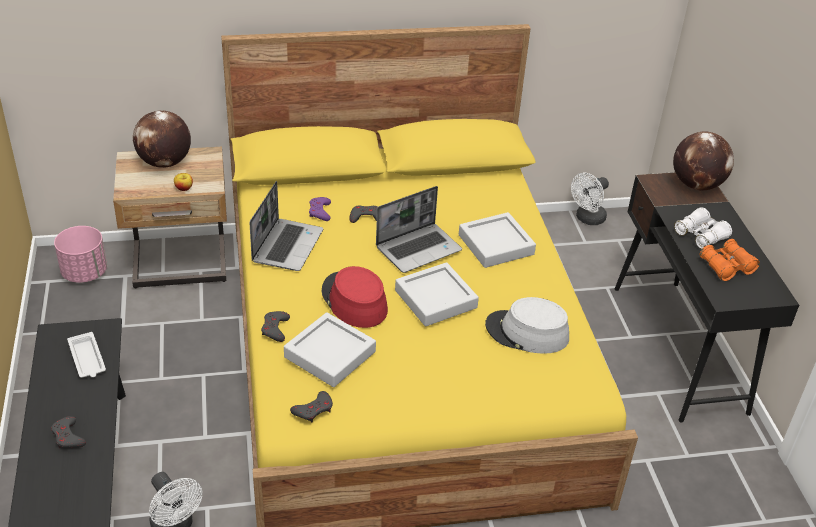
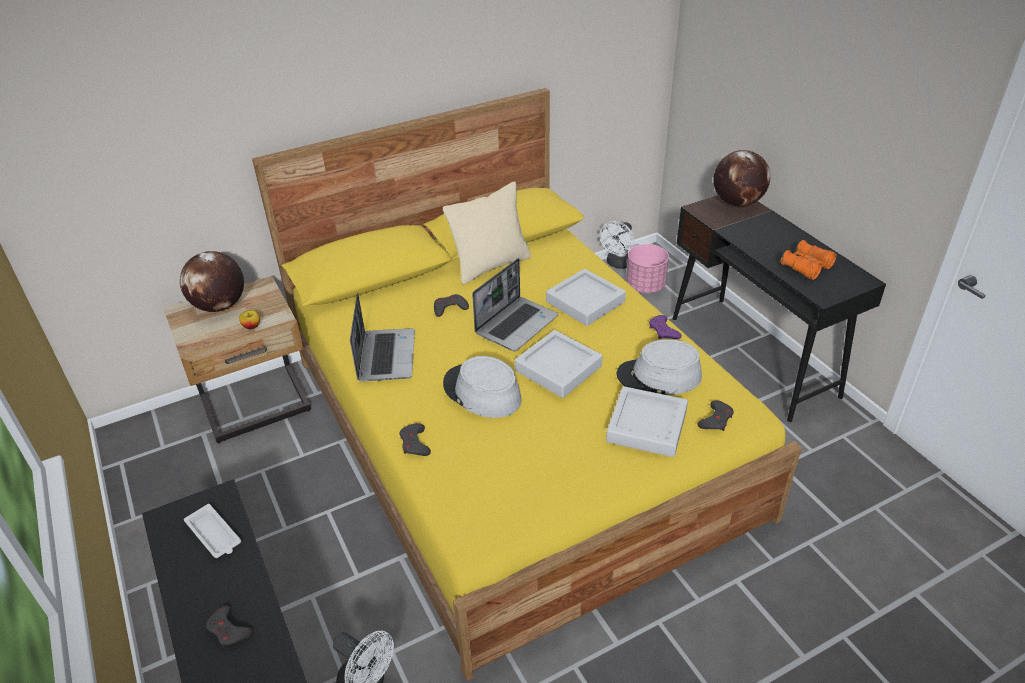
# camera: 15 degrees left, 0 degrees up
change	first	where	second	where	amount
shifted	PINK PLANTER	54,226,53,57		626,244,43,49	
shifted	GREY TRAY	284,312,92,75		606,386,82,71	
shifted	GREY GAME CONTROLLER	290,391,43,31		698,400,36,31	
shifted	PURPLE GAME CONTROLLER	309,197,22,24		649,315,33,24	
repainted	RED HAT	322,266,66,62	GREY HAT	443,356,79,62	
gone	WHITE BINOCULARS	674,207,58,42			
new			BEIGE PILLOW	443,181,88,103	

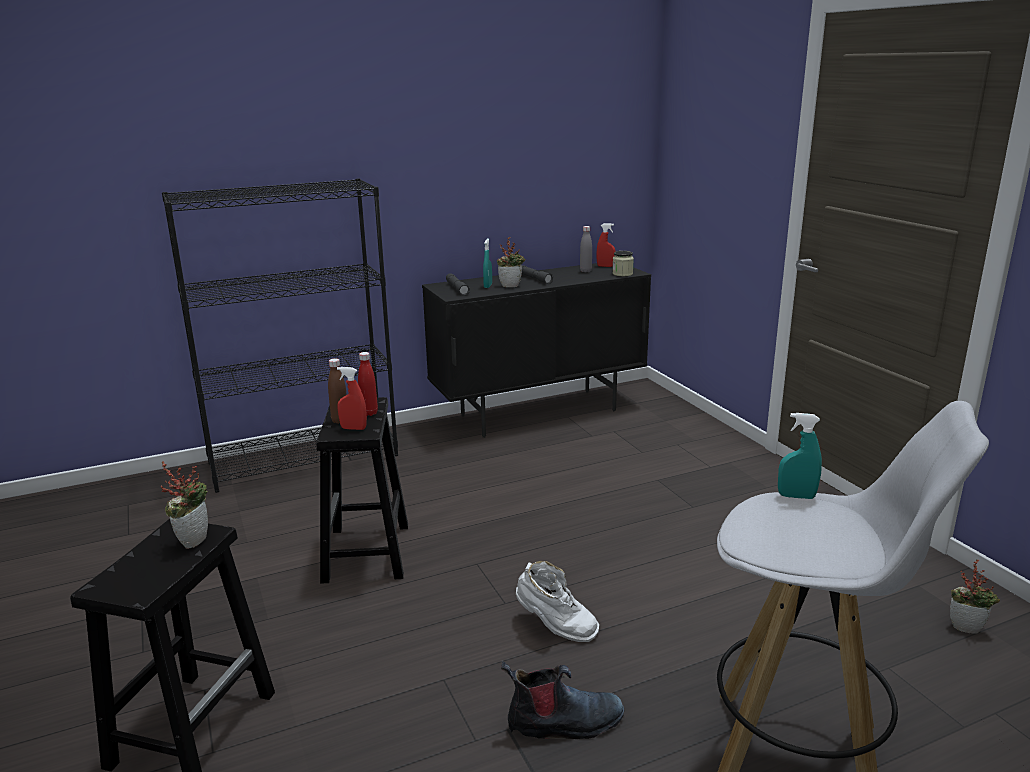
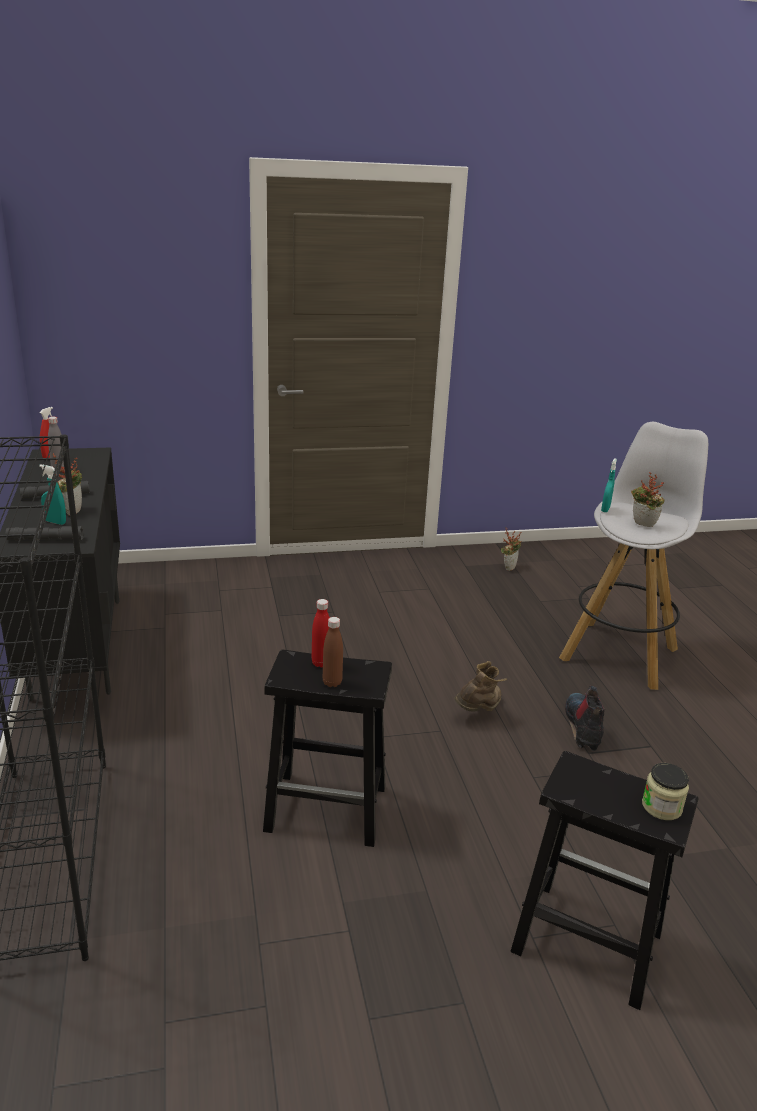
# camera: 80 degrees left, 5 degrees up
change	first	where	second	where	amount
shifted	POTTED PLANT	161,461,47,88		631,472,34,55	
gone	RED SPRAY BOTTLE	337,367,30,63			
repainted	WHITE BOOT	516,561,83,81	BROWN BOOT	454,661,53,50	
shifted	JAR	612,251,22,25		642,763,47,57	

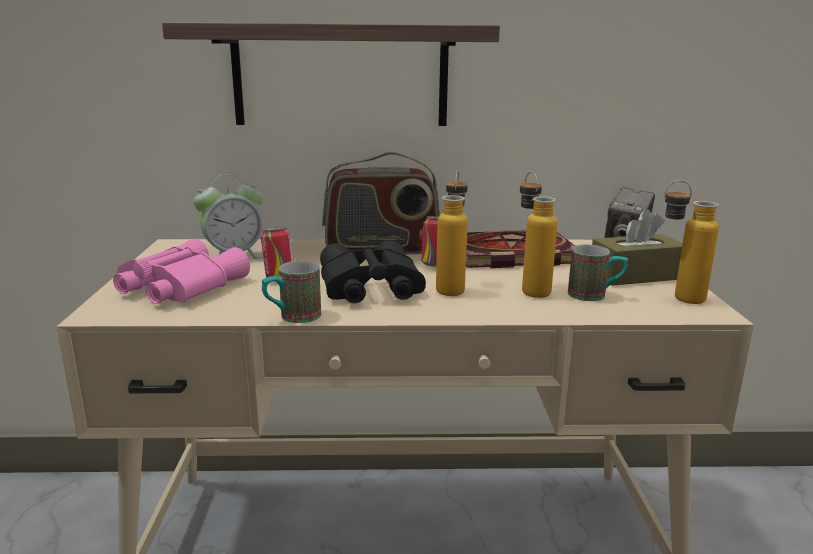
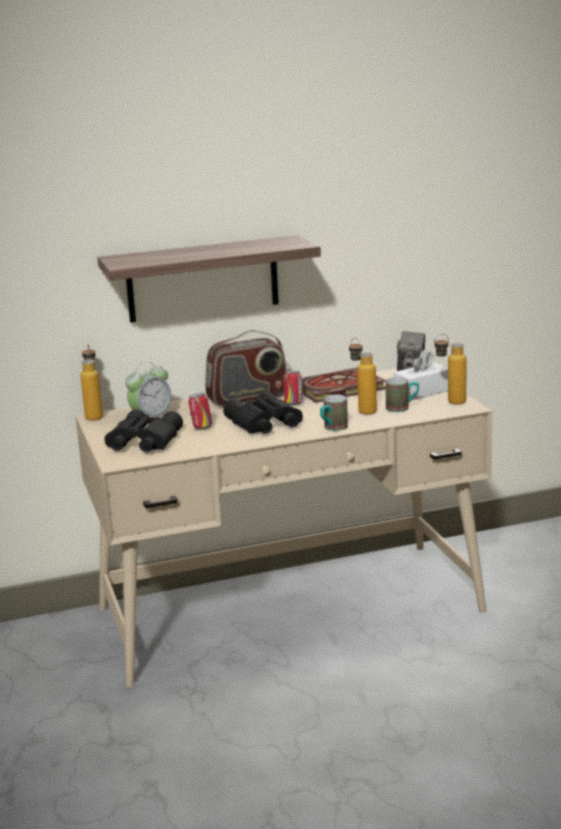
# camera: 15 degrees left, 0 degrees up
change	first	where	second	where	amount
repainted	PINK BINOCULARS	113,239,137,65	BLACK BINOCULARS	105,409,78,43	
shifted	MUG	262,261,59,62		320,395,28,36	
shifted	BOTTLE	436,170,32,126		80,344,23,77	
repainted	BROWN TISSUE BOX	592,209,91,77	WHITE TISSUE BOX	393,350,55,51	

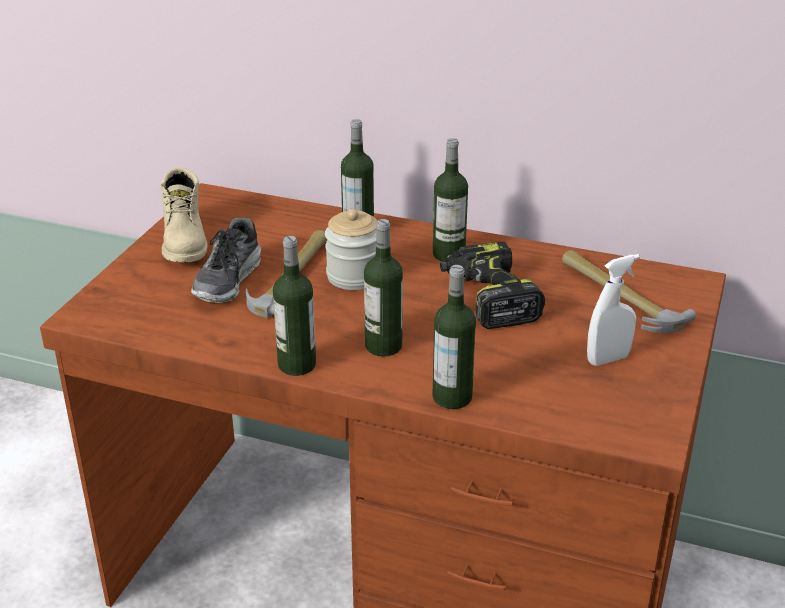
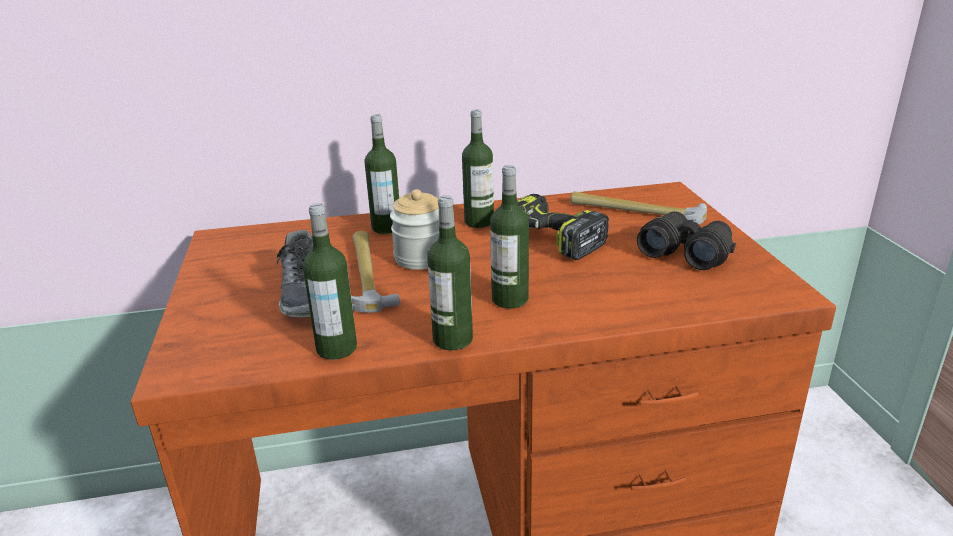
# camera: 30 degrees left, 5 degrees down
change	first	where	second	where	amount
gone	BEIGE BOOT	160,168,47,94			
shifted	BOTTLE	432,265,44,144		303,203,54,157	
swapped	WHITE SPRAY BOTTLE	587,254,53,112	BLACK BINOCULARS	637,211,99,59	

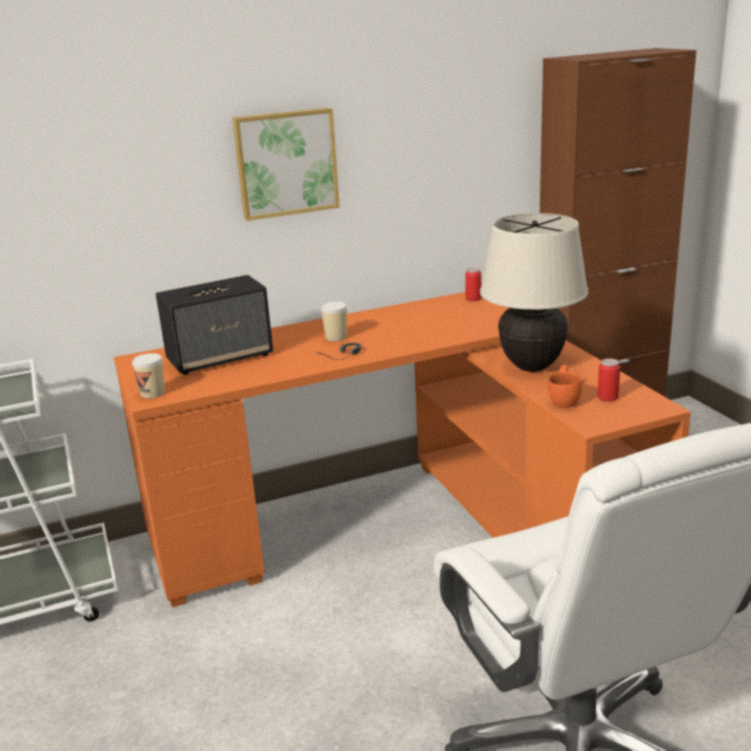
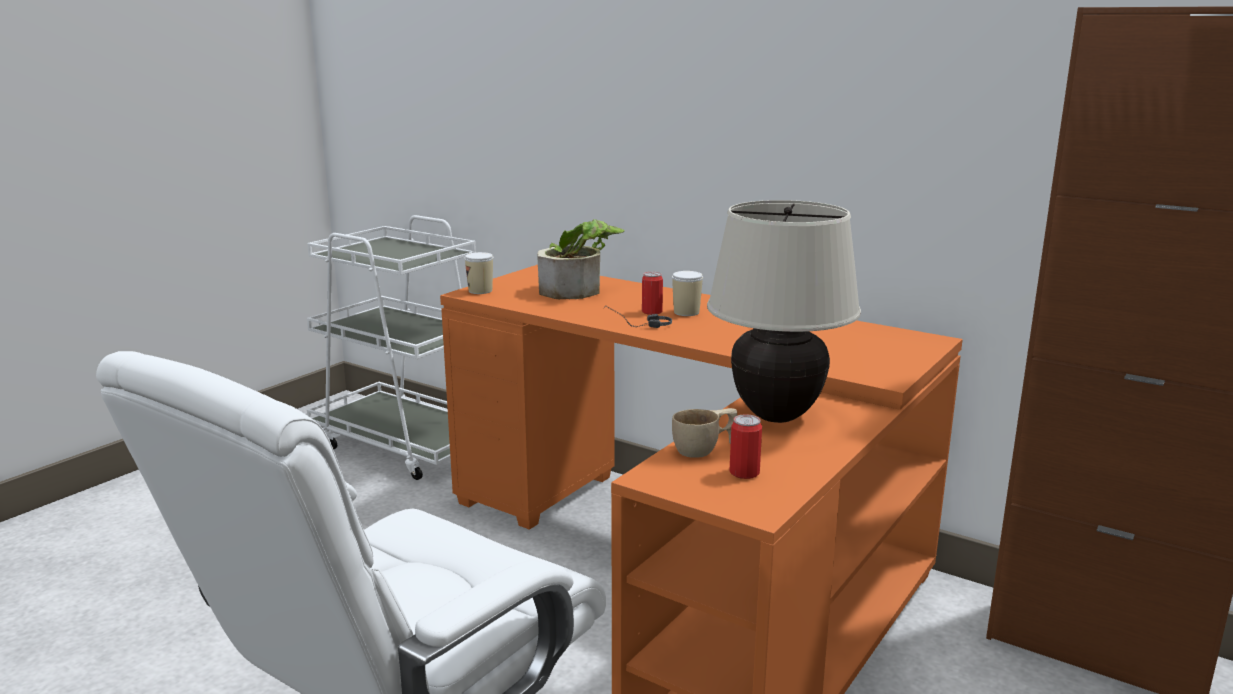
# camera: 55 degrees right, 5 degrees down
change	first	where	second	where	amount
swapped	SPEAKER	156,275,117,100	POTTED PLANT	537,219,88,80	
gone	PICTURE	232,108,108,113			
shifted	CAN	465,268,16,33		642,272,21,43	
repainted	ORANGE CUP	548,365,34,43	BEIGE CUP	672,408,65,50	

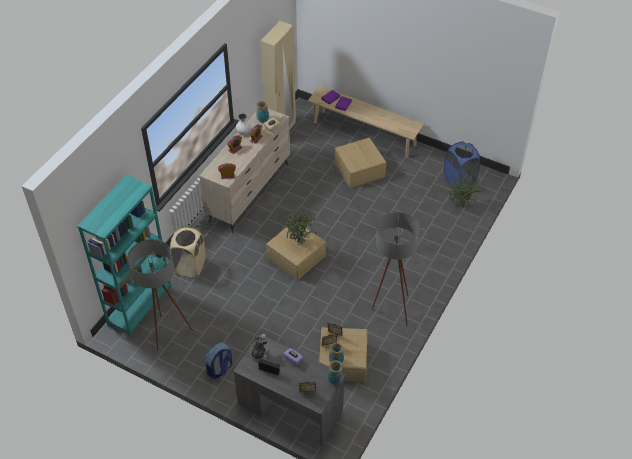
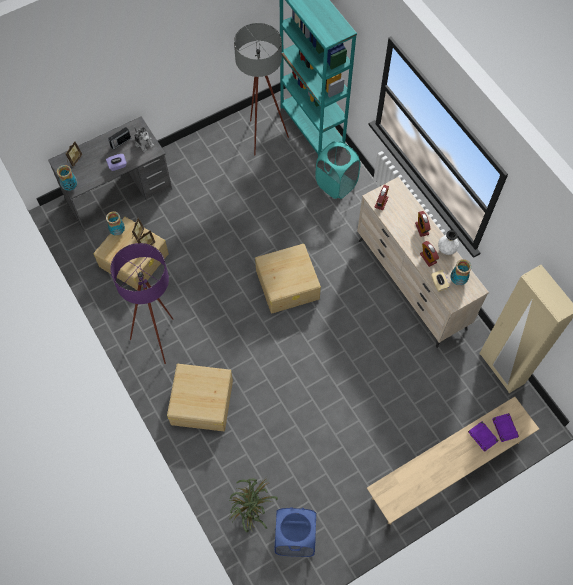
# camera: 120 degrees right, 15 degrees up
change	first	where	second	where	amount
repainted	BEIGE LAUNDRY BASKET	170,227,36,51	TURQUOISE LAUNDRY BASKET	315,141,45,58	
gone	BACKPACK	205,342,27,37			
gone	POTTED PLANT	282,206,35,37			
shifted	BEIGE STORAGE BOX	335,138,51,50		167,364,66,67	
repainted	GREY FLOOR LAMP	372,212,48,114	PURPLE FLOOR LAMP	110,243,64,121	

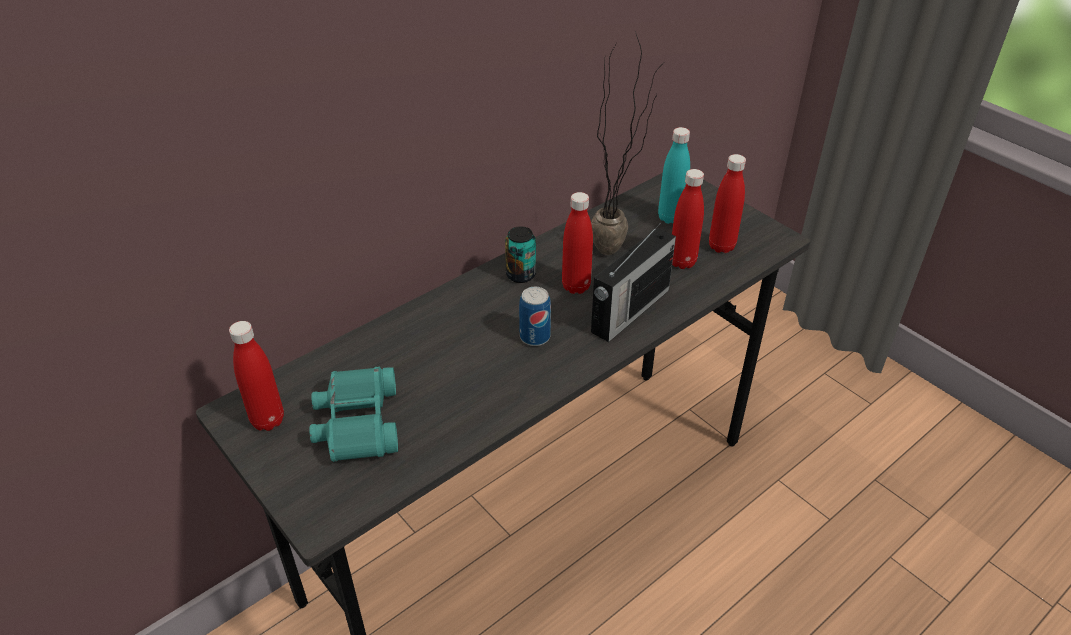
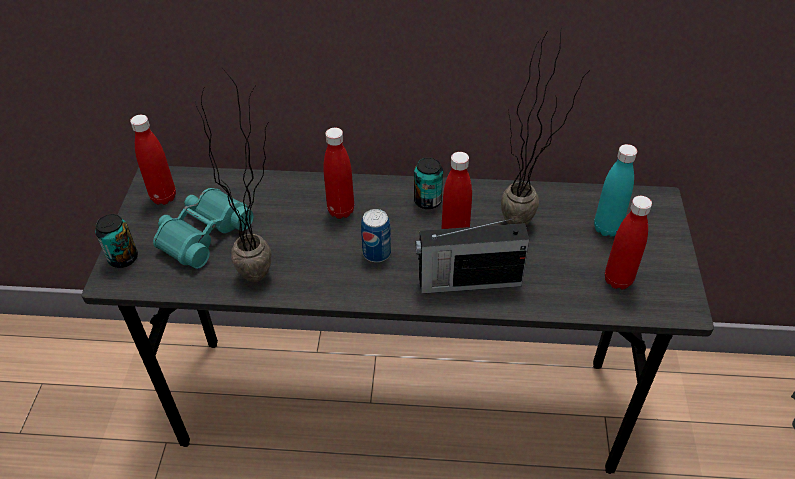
# camera: 45 degrees right, 5 degrees up
change	first	where	second	where	amount
shifted	RED BOTTLE	672,169,32,100		323,128,31,91	
new			CAN	95,214,43,54	
new			POTTED PLANT	195,68,76,214	

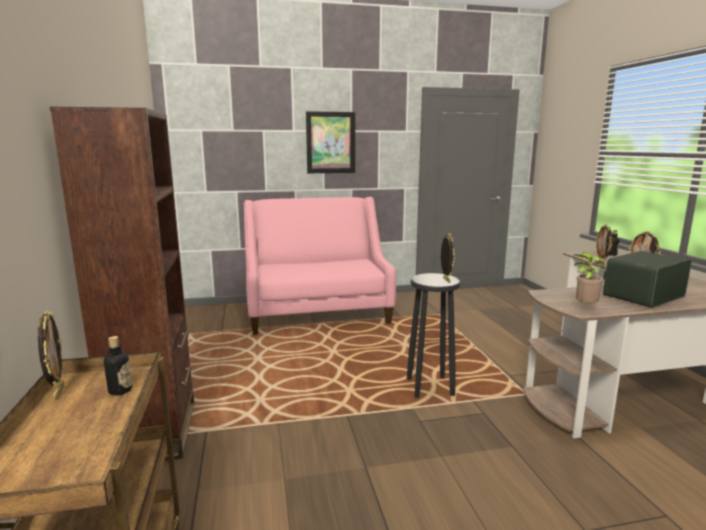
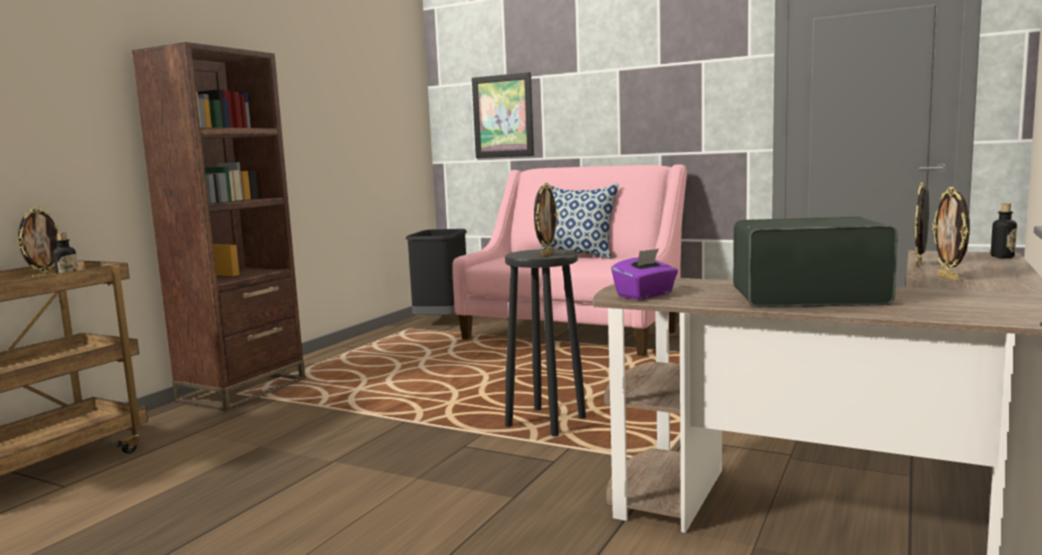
# camera: 40 degrees right, 5 degrees down
change	first	where	second	where	amount
shifted	PICTURE	306,111,49,62		472,72,62,86	
swapped	POTTED PLANT	569,252,36,54	PURPLE TISSUE BOX	611,248,67,52	
new			BLACK TRASH CAN	406,229,61,86	
new			PILLOW	541,183,78,76	

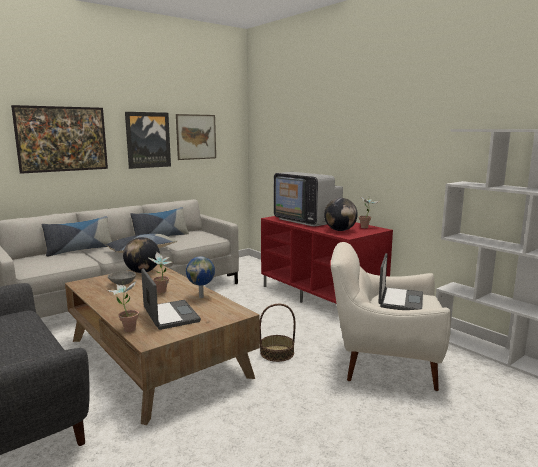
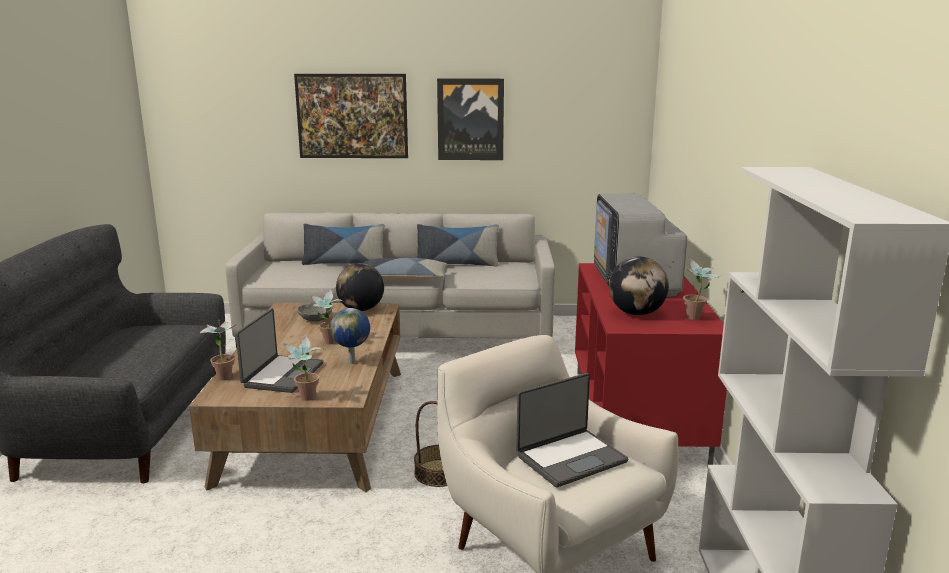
# camera: 40 degrees right, 5 degrees up
change	first	where	second	where	amount
gone	PICTURE	176,114,40,46			
new			POTTED PLANT	283,335,41,66	

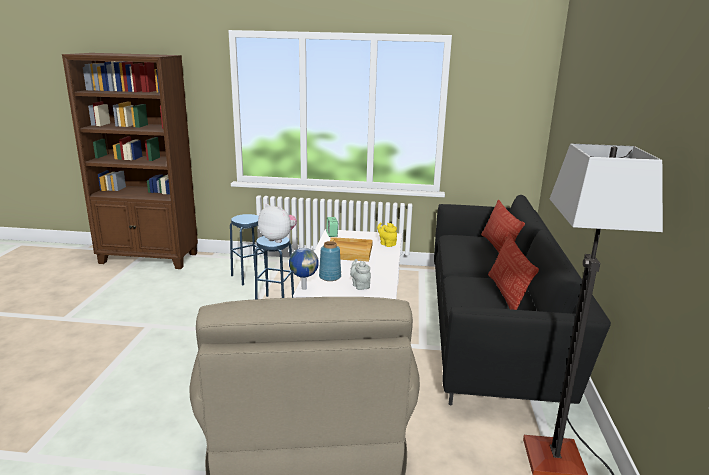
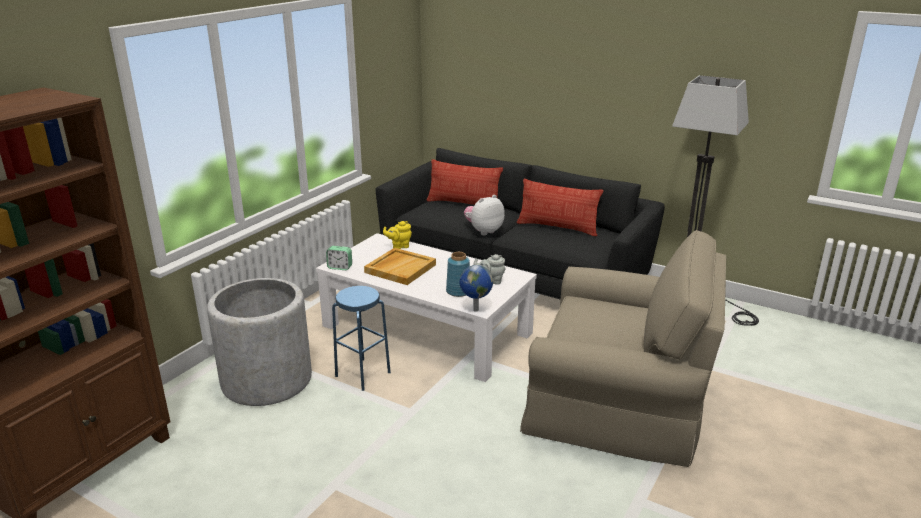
# camera: 65 degrees left, 5 degrees up
change	first	where	second	where	amount
swapped	BLUE STOOL	230,214,36,72	GREY PLANTER	207,278,105,128	
shifted	PLUSH TOY	258,204,39,39		464,195,41,40	

